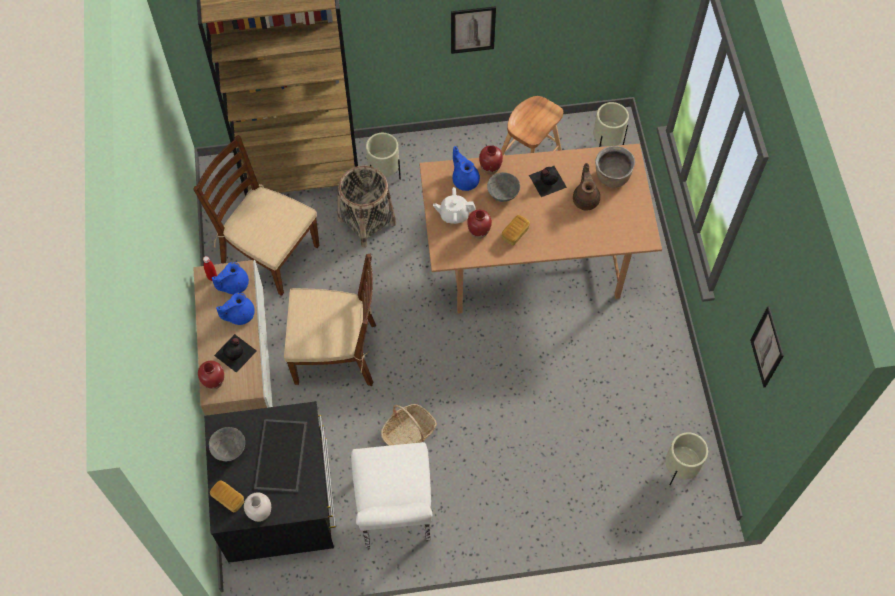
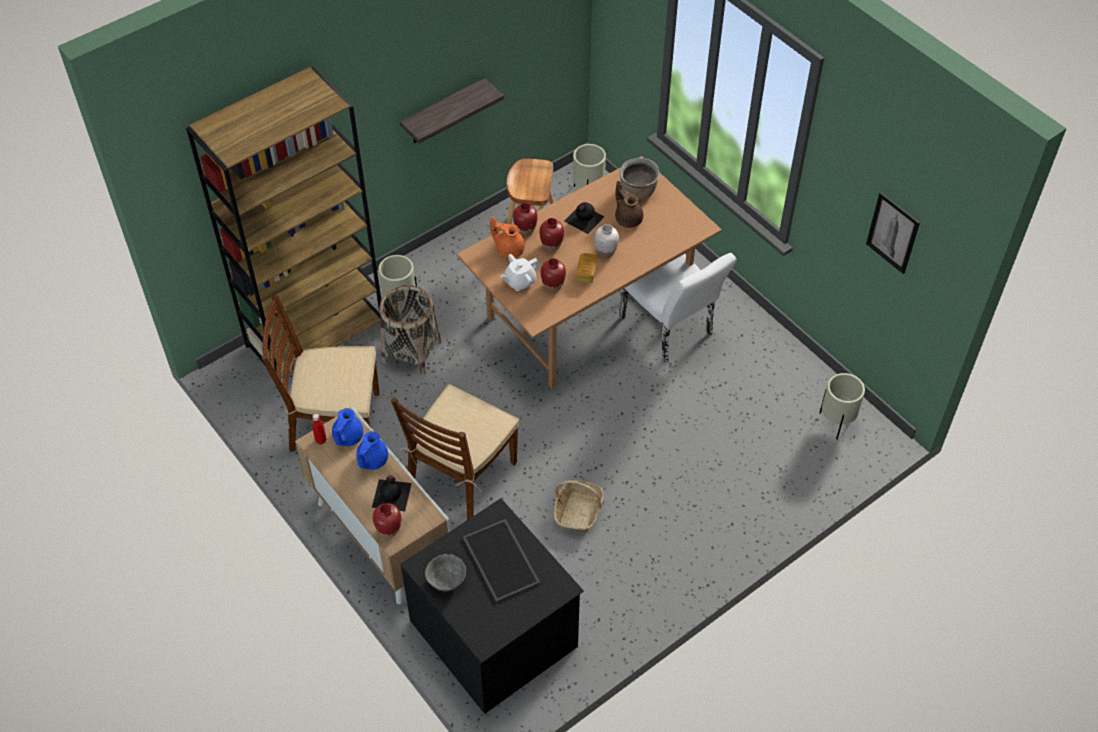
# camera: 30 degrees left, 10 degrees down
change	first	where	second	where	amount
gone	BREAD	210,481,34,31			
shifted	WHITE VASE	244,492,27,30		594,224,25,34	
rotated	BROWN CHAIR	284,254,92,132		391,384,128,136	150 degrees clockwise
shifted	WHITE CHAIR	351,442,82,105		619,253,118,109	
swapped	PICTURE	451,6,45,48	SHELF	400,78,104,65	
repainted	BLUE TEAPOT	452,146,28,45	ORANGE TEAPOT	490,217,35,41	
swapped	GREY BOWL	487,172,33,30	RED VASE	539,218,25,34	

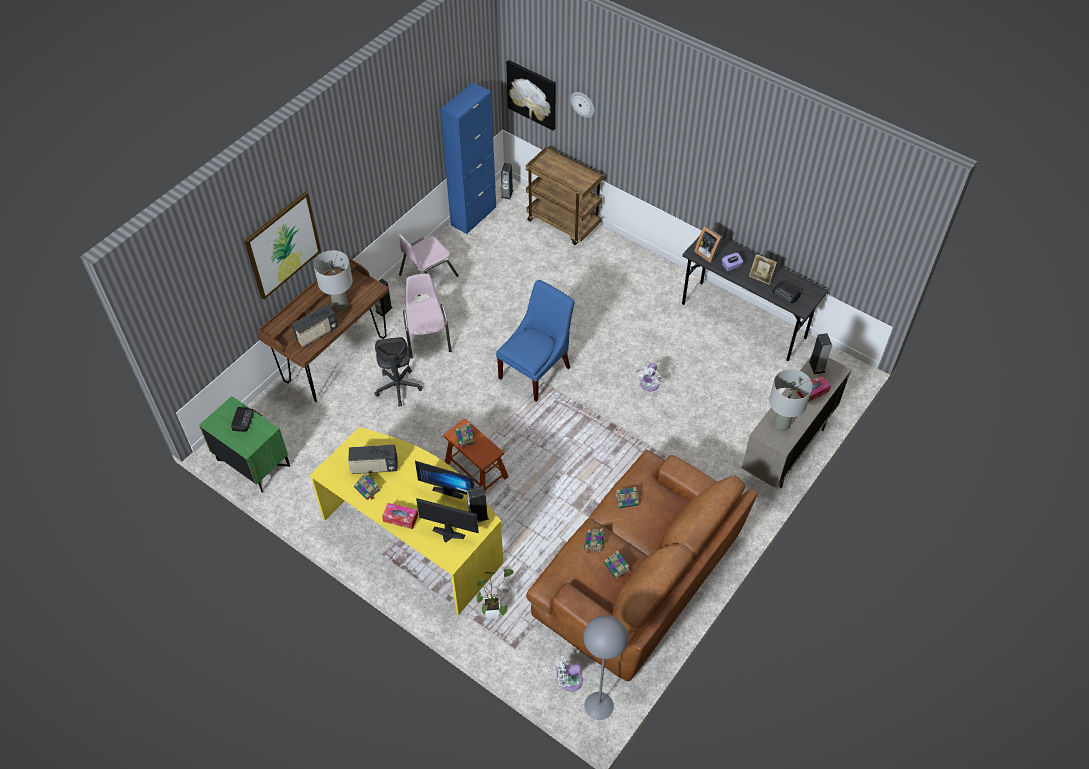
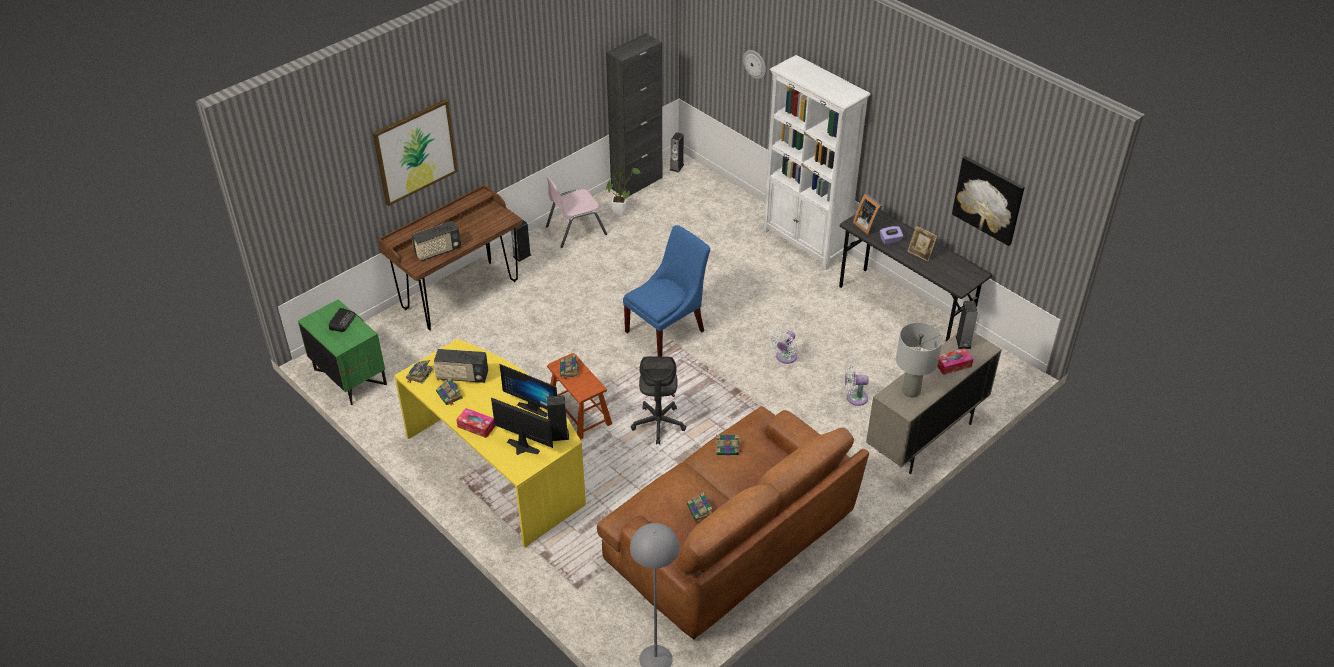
# camera: 10 degrees right, 10 degrees down
change	first	where	second	where	amount
gone	GREY TABLE LAMP	314,250,39,61			
shifted	GREY OFFICE CHAIR	375,337,48,69		631,356,55,89	
gone	PINK CHAIR	403,274,48,85			
repainted	BLUE CABINET	440,82,56,152	BLACK CABINET	606,33,56,163	
shifted	POTTED PLANT	477,569,37,50		606,167,34,50	
shifted	PICTURE	506,60,50,71		952,156,72,90	
gone	BROWN CART	526,146,78,99			
shifted	WHITE FAN	556,655,27,36		845,365,24,41	
shifted	BOOK	584,529,20,25		406,360,27,24	
gone	RADIO	773,281,28,22			
new			WHITE BOOKCASE	763,55,108,215	

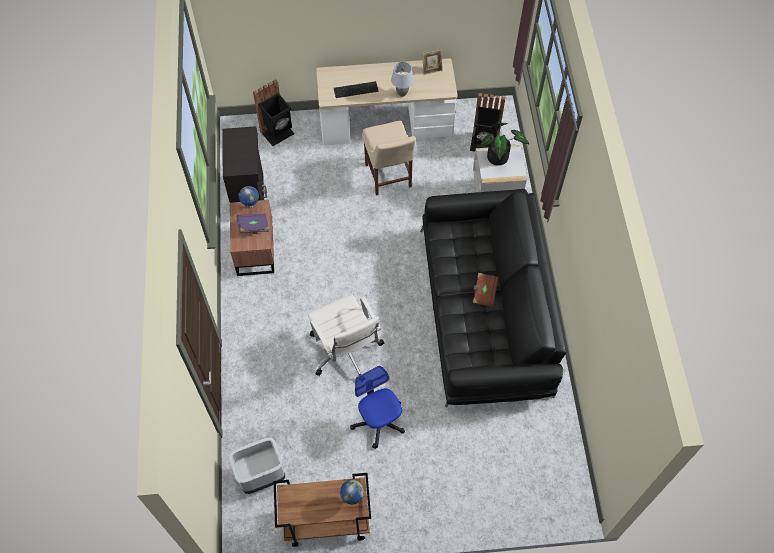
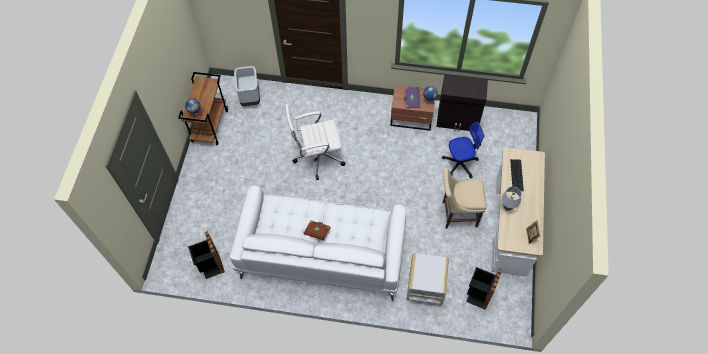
# camera: 105 degrees right, 0 degrees up
change	first	where	second	where	amount
shifted	BLACK TRASH CAN	253,79,41,67		188,231,37,48	
shifted	OFFICE CHAIR	350,366,55,83		442,121,43,58	
repainted	BLACK SOFA	420,189,146,219	WHITE SOFA	230,186,176,115	
gone	POTTED PLANT	480,123,49,43			

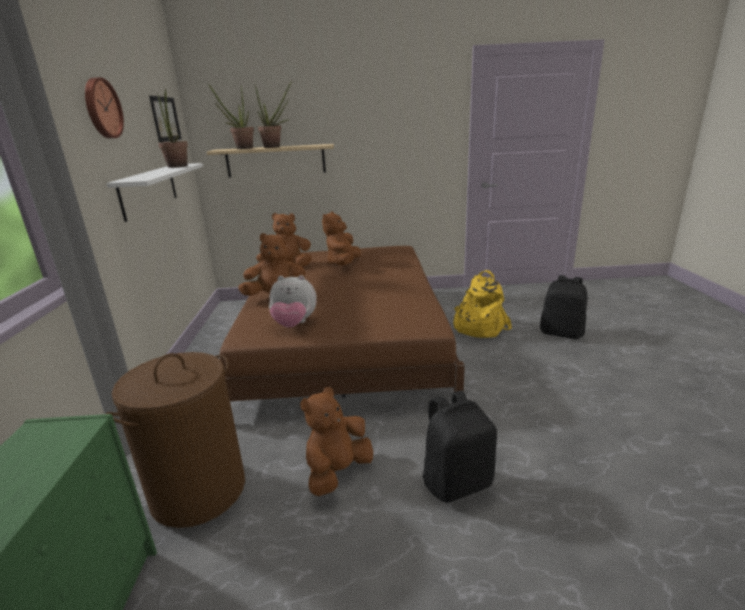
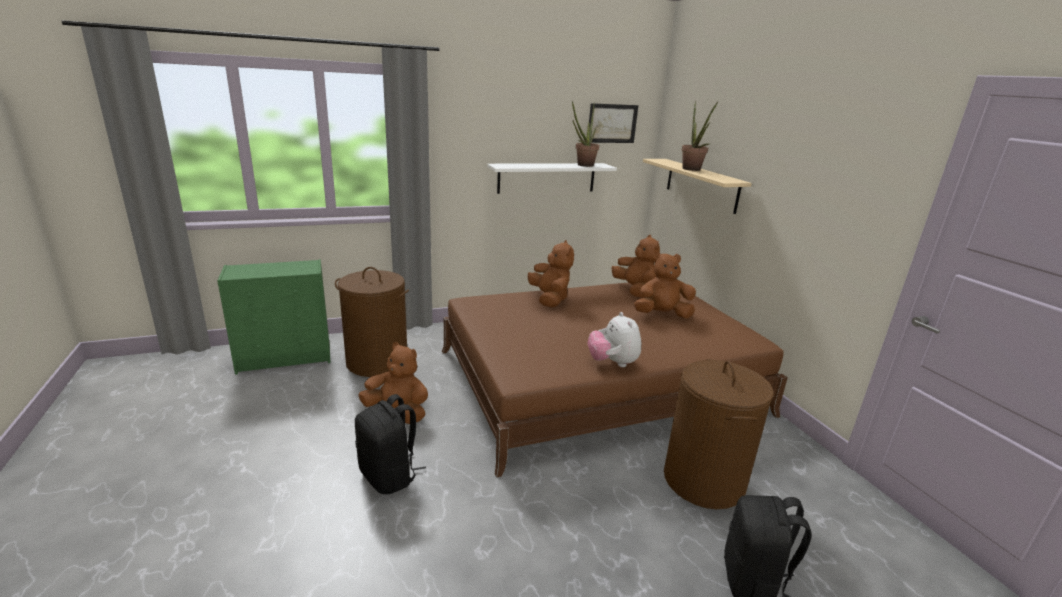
# camera: 70 degrees right, 0 degrees up
change	first	where	second	where	amount
gone	WALL CLOCK	85,77,39,62			
gone	POTTED PLANT	208,83,46,66			
shifted	PLUSH TOY	269,275,48,53		588,312,53,55	
swapped	YELLOW BACKPACK	453,270,59,68	BROWN LAUNDRY BASKET	664,359,110,150	

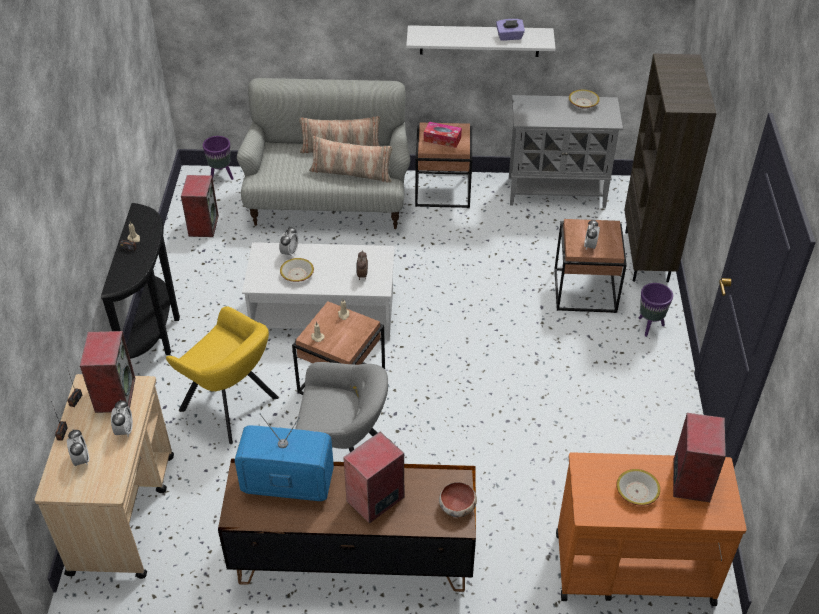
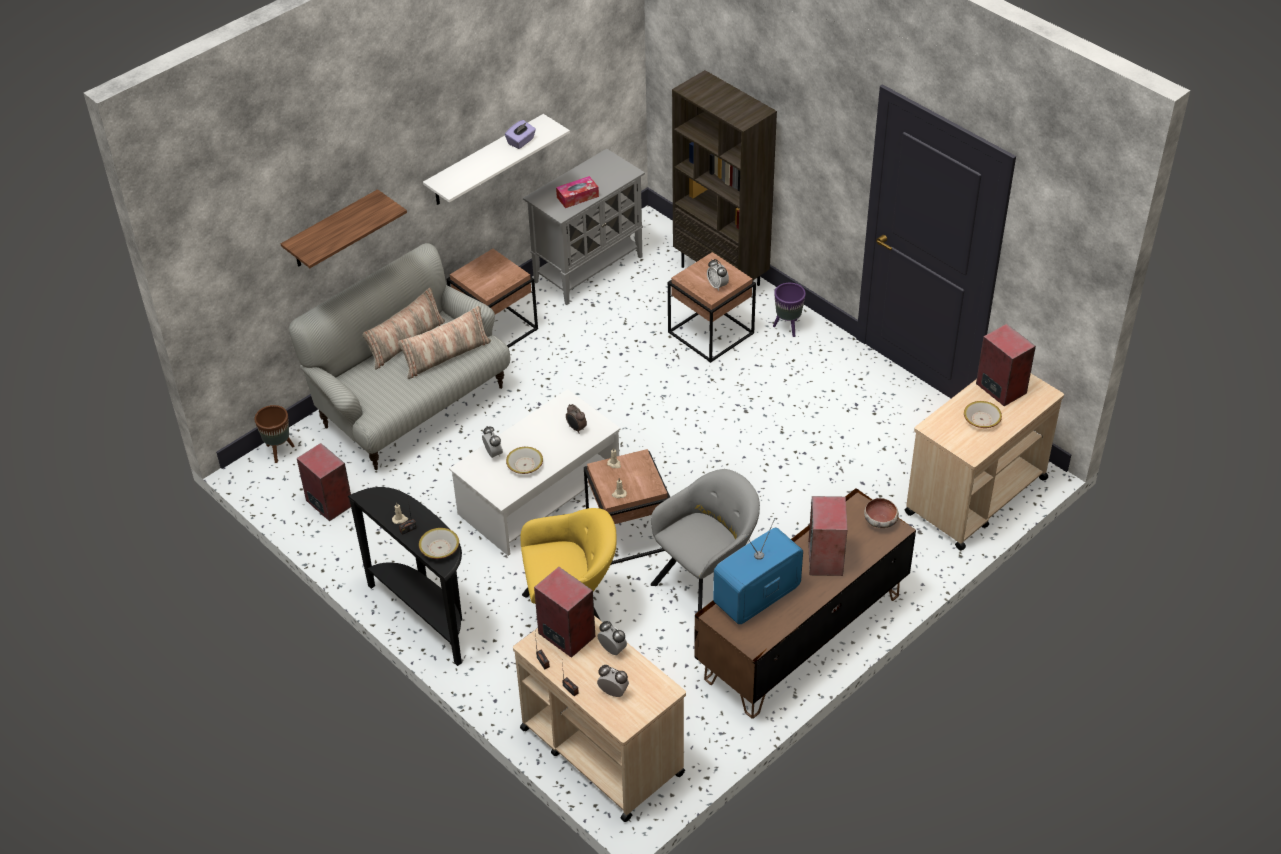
# camera: 45 degrees left, 0 degrees up
change	first	where	second	where	amount
repainted	PURPLE PLANTER	203,136,31,44	BROWN PLANTER	254,405,41,58	
shifted	TISSUE BOX	424,122,38,26		556,176,43,32	
repainted	ORANGE CART	556,452,191,154	BEIGE CART	905,374,159,176	
shifted	BOWL	569,90,31,19		419,528,40,31	
new			SHELF	281,189,126,79	

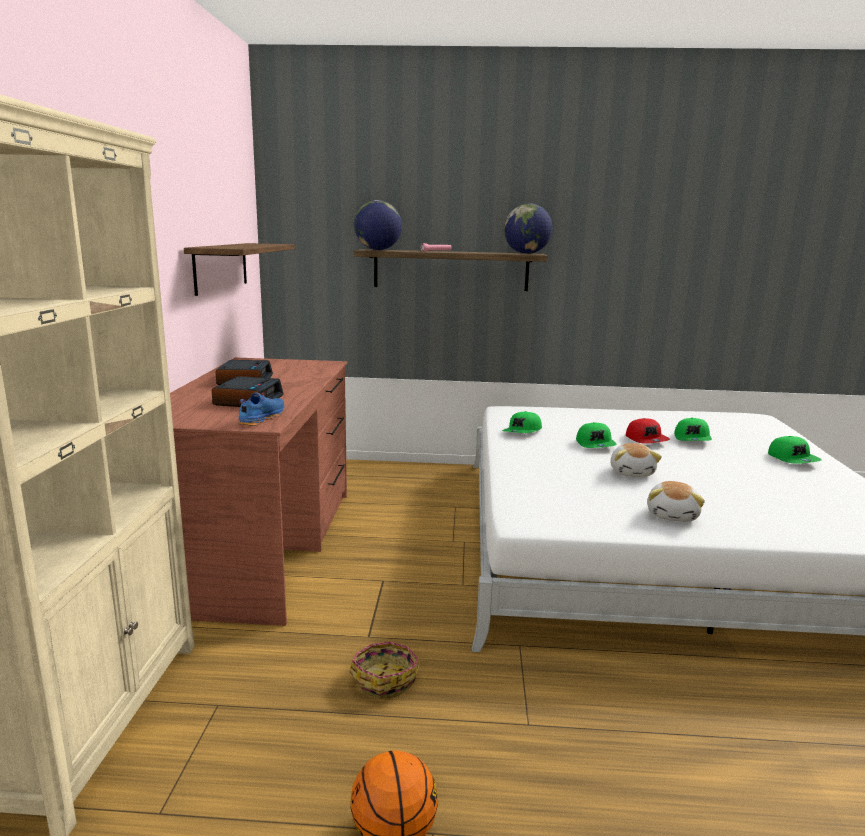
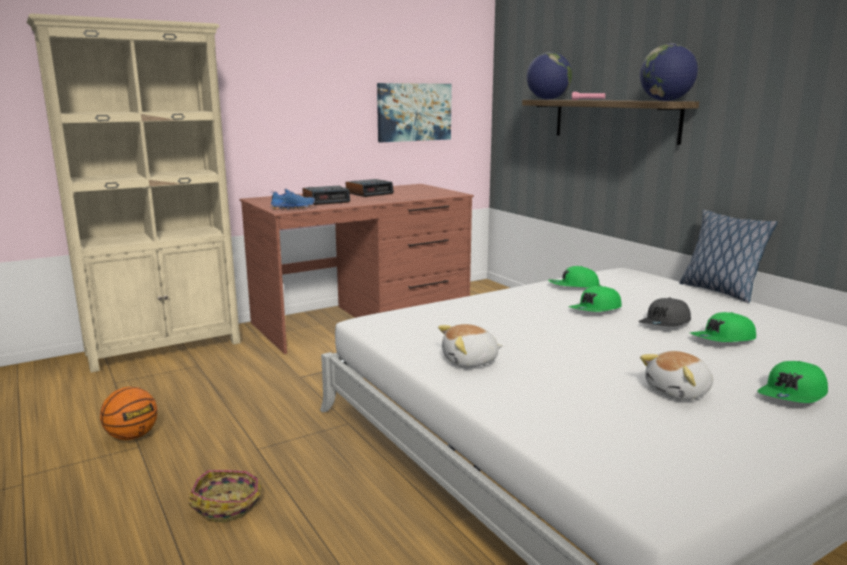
# camera: 55 degrees right, 0 degrees up
change	first	where	second	where	amount
swapped	SHELF	184,243,111,53	PICTURE	377,83,75,59	
shifted	BASKET	350,642,71,57		188,470,74,52	
shifted	PLUSH TOY	610,443,52,34		640,351,73,49	
repainted	RED CAP	626,418,44,25	GREY CAP	638,298,53,29	
new			PILLOW	679,210,98,93	

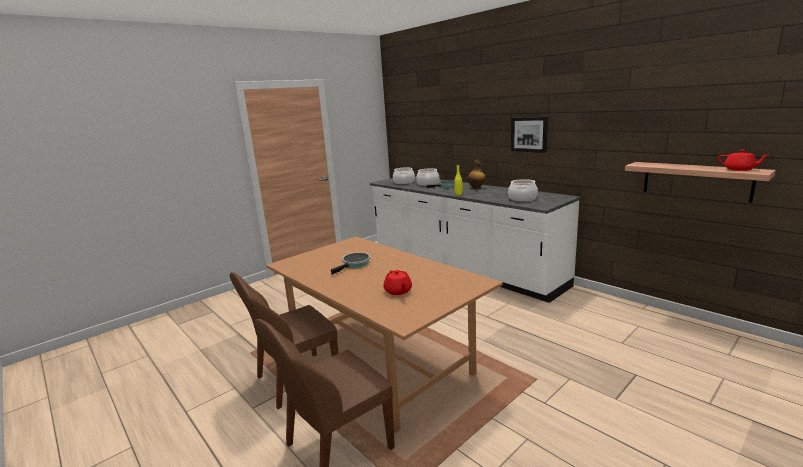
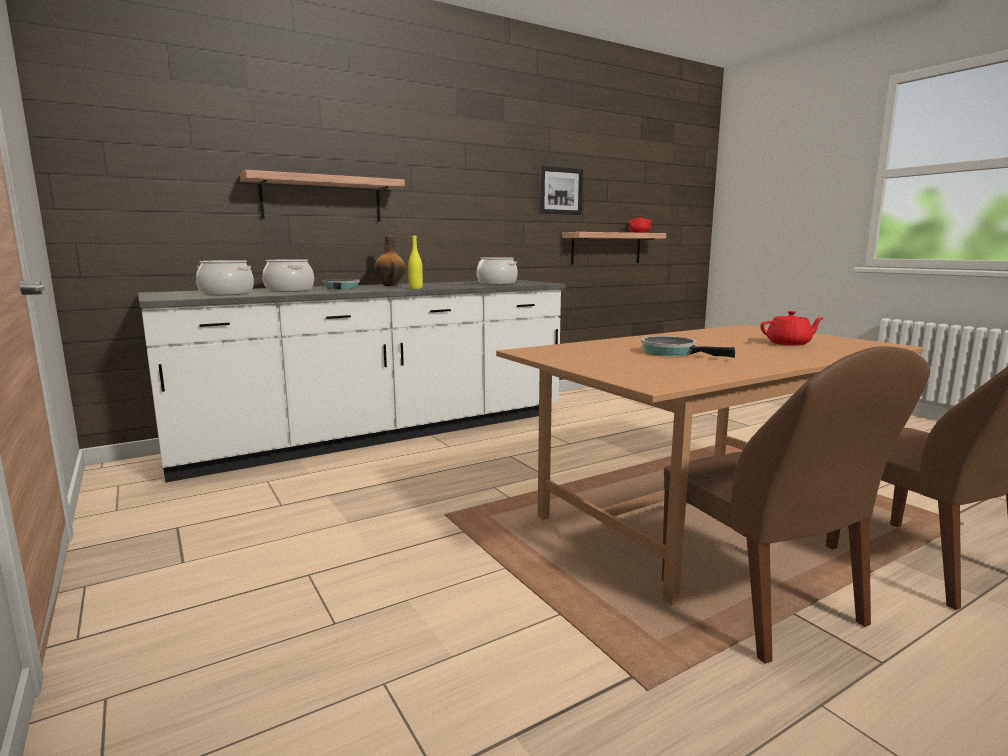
# camera: 80 degrees left, 5 degrees down
change	first	where	second	where	amount
shifted	PICTURE	511,117,37,36		539,166,44,49	
new			SHELF	240,170,165,52	

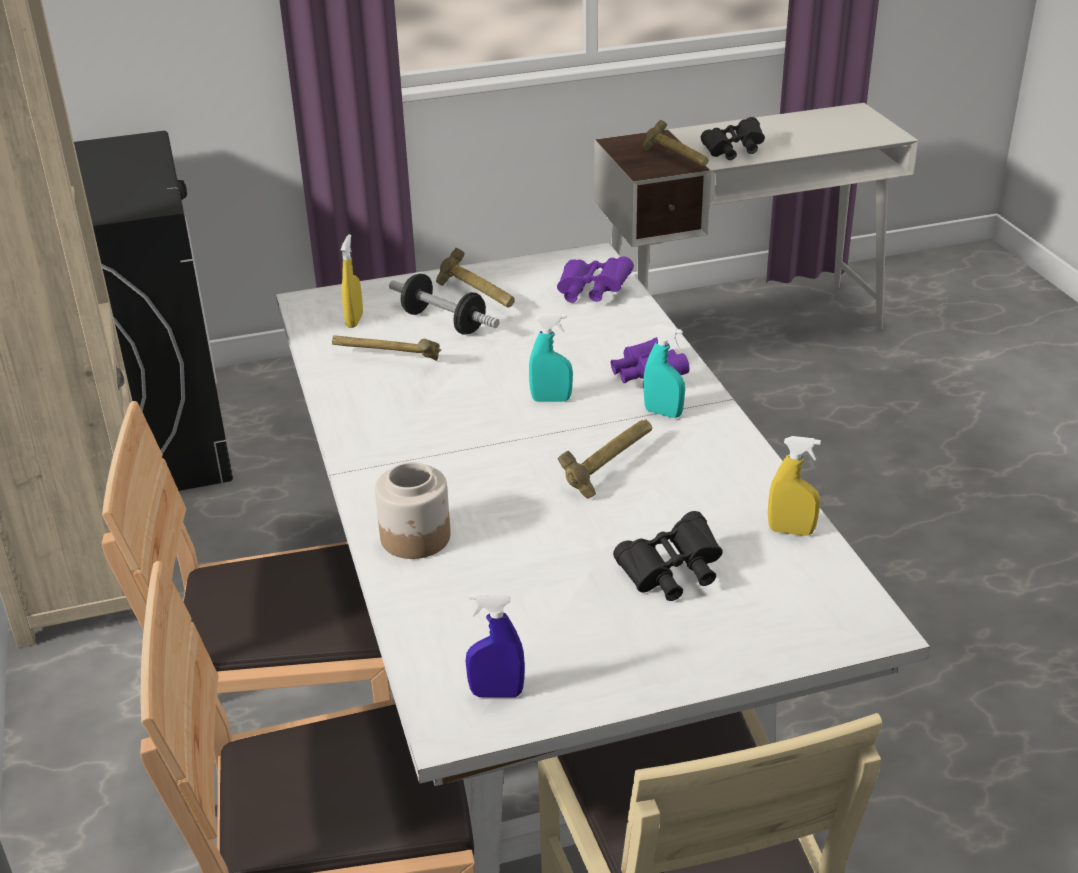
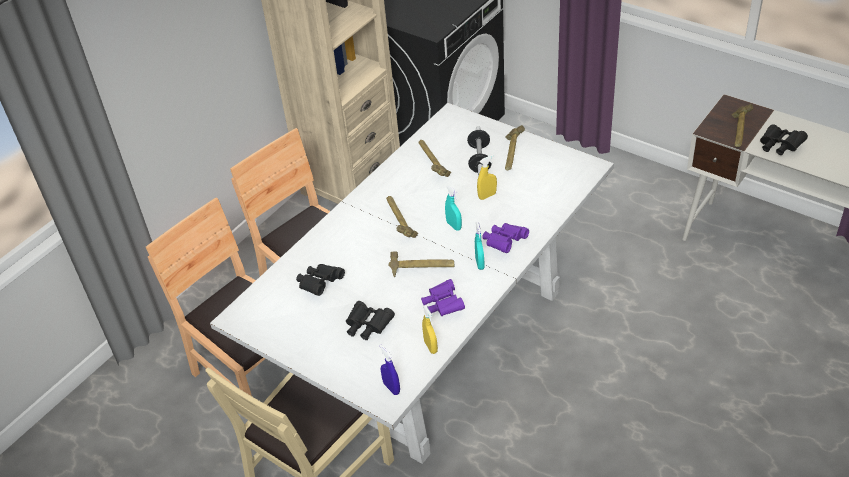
# camera: 55 degrees right, 10 degrees up
change	first	where	second	where	amount
shifted	YELLOW SPRAY BOTTLE	341,234,22,94		477,155,20,45	
gone	JAR	375,462,76,97			
shifted	BLUE SPRAY BOTTLE	466,593,59,104		380,344,20,51	
shifted	PURPLE BINOCULARS	557,257,77,46		421,279,44,37	
new			BLACK BINOCULARS	296,264,49,32	
new			HAMMER	386,196,32,42	

